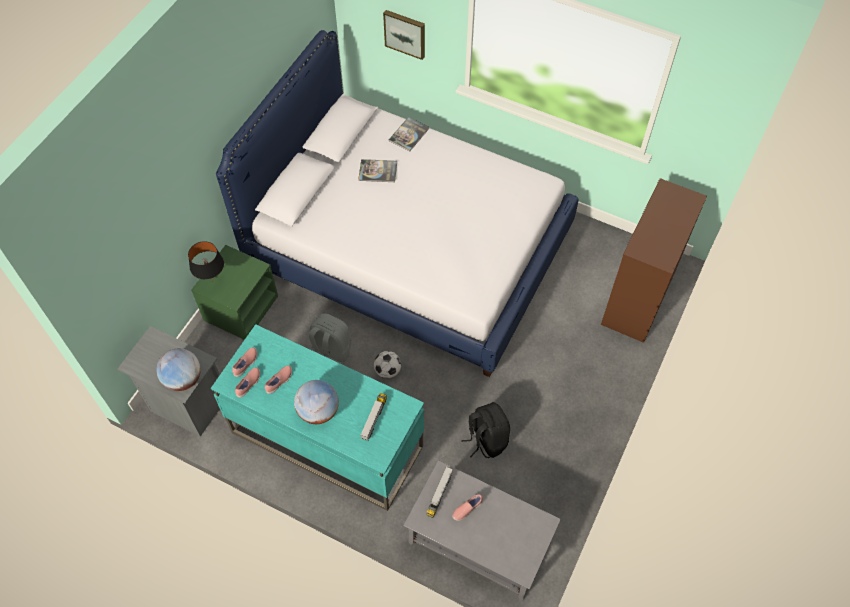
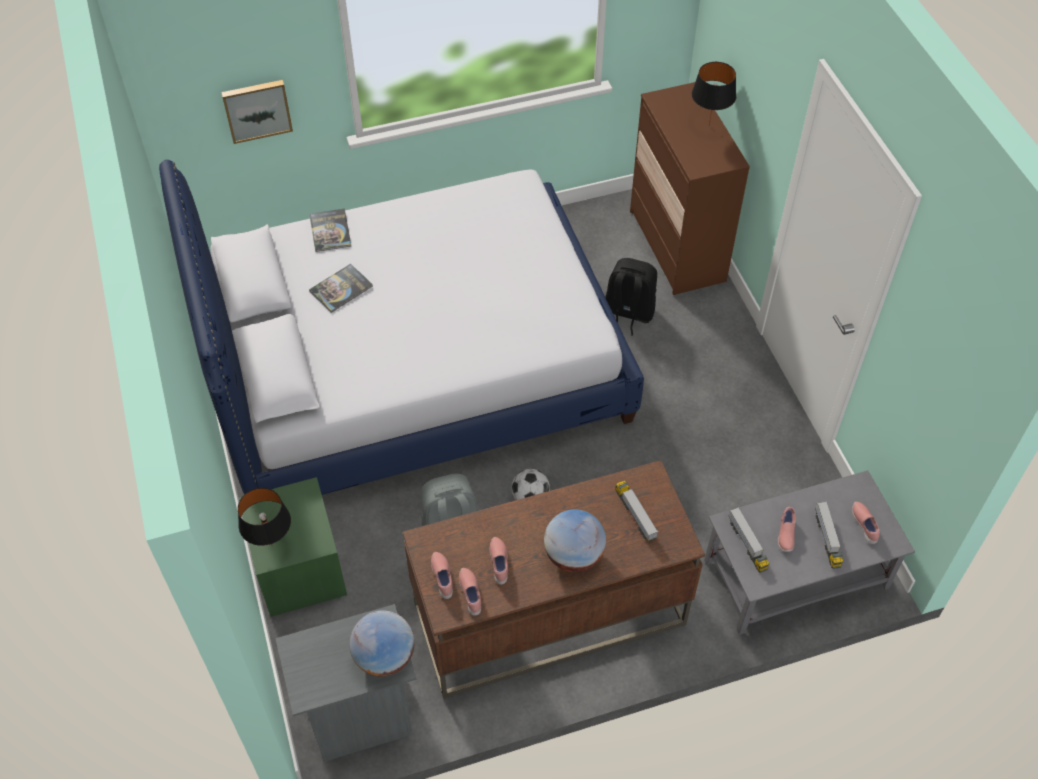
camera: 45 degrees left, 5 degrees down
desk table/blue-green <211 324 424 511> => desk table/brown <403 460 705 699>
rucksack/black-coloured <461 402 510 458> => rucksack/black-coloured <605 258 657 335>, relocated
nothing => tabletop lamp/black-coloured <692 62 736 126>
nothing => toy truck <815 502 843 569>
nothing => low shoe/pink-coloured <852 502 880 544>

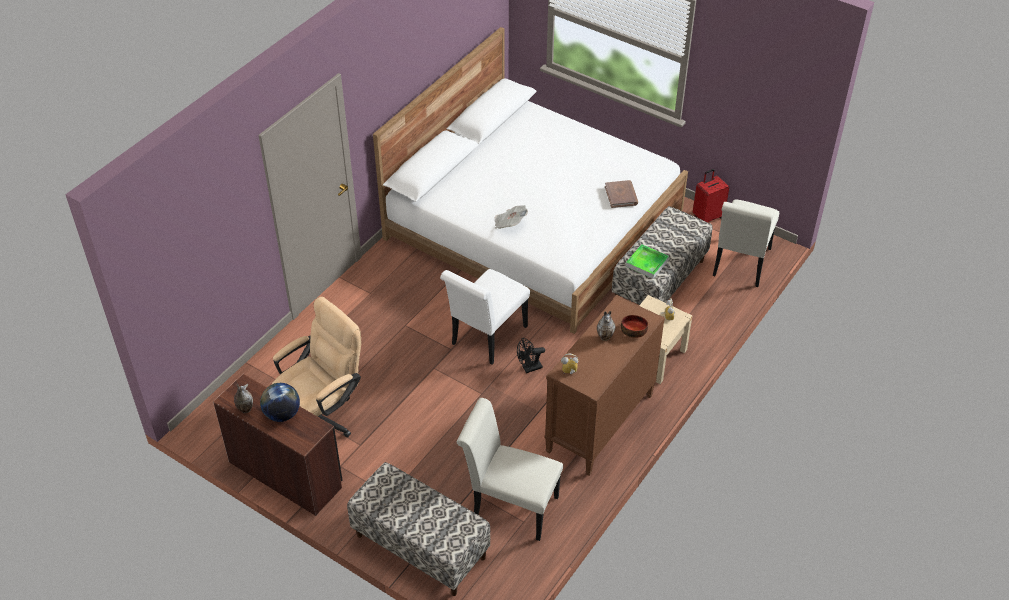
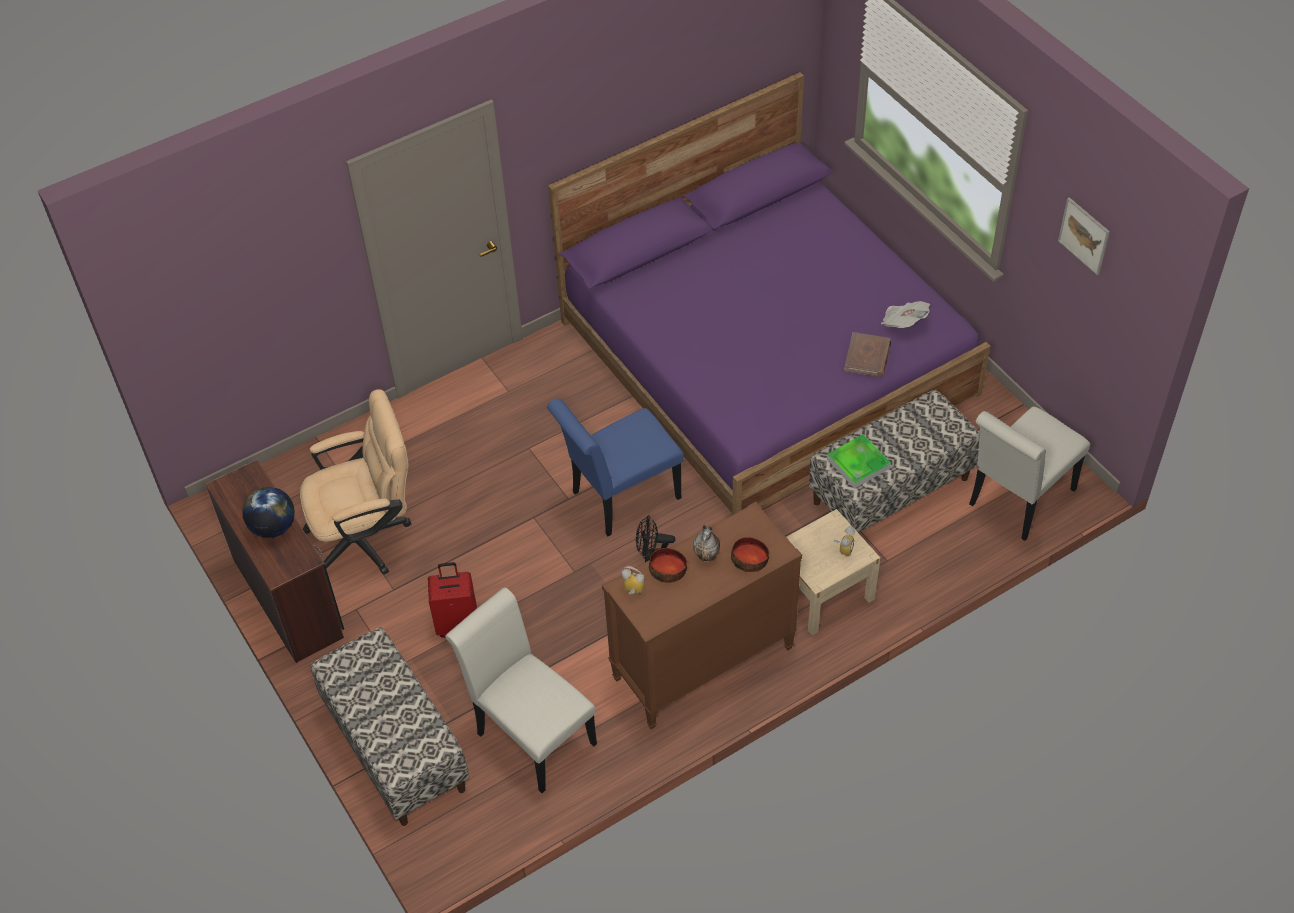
camera: 25 degrees right, 5 degrees up
bed/white-coloured <373 27 688 334> => bed/purple <548 72 991 515>
piece of luggage/red-coloured <693 169 729 222> => piece of luggage/red-coloured <428 562 477 638>, relocated
printed paper <494 205 528 229> => printed paper <881 301 930 328>, relocated
chair/white-coloured <440 269 530 365> => chair/blue-coloured <547 399 684 536>
vase <234 384 253 413> => nothing
nothing => picture <1058 197 1110 275>
nothing => bowl <649 548 687 583>

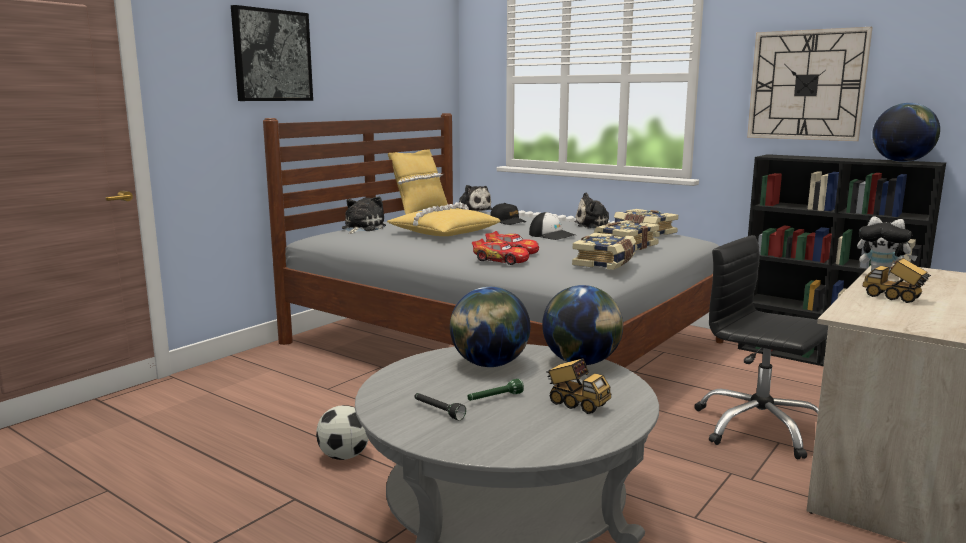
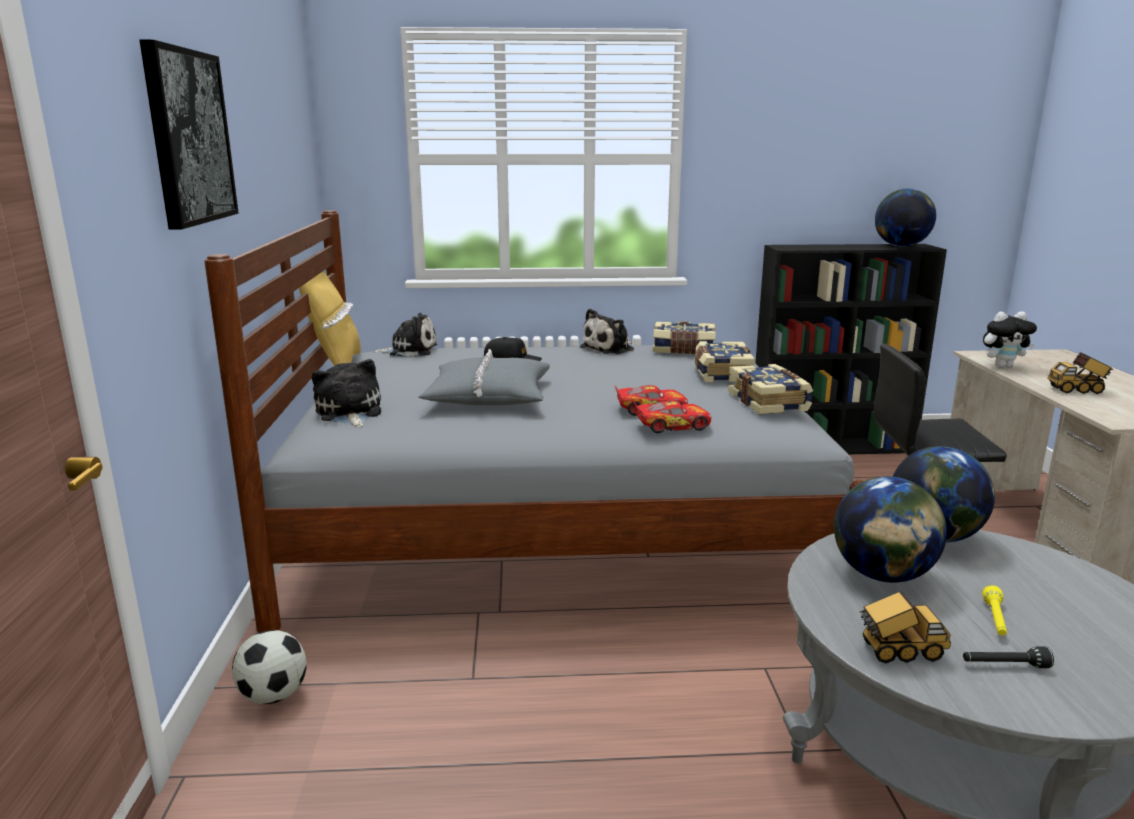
camera: 40 degrees left, 5 degrees up
clock on the wall <747 27 873 141> => nothing
pillow/yellow-coloured <387 202 501 236> => pillow/grey <419 349 550 405>
baseball cap <529 212 575 240> => nothing
toy truck <546 358 611 414> => toy truck <859 591 951 663>, relocated
torch/greenish <468 379 524 401> => torch/yellow-coloured <982 585 1007 636>
ball for football <316 405 369 460> => ball for football <232 630 307 704>, relocated

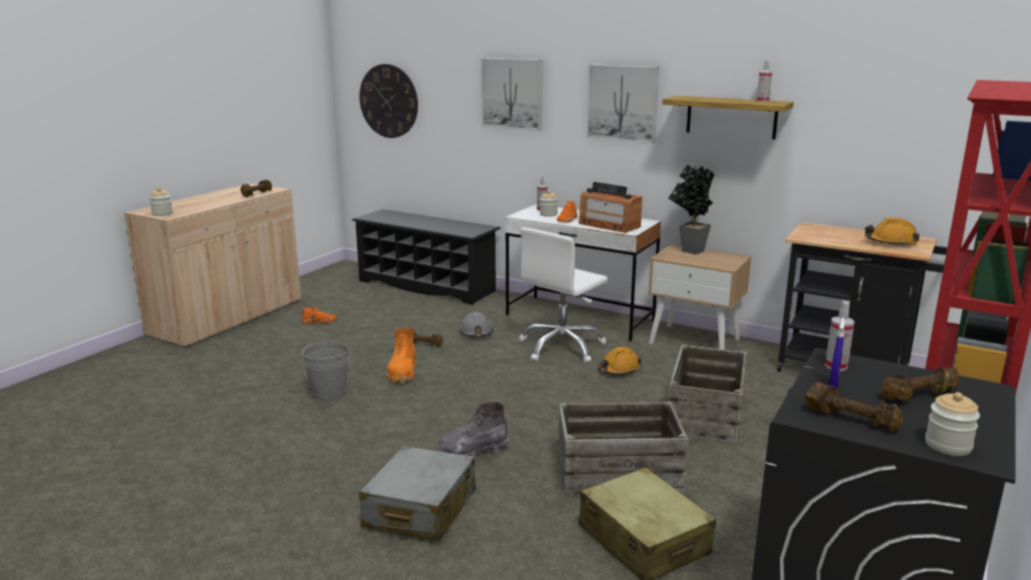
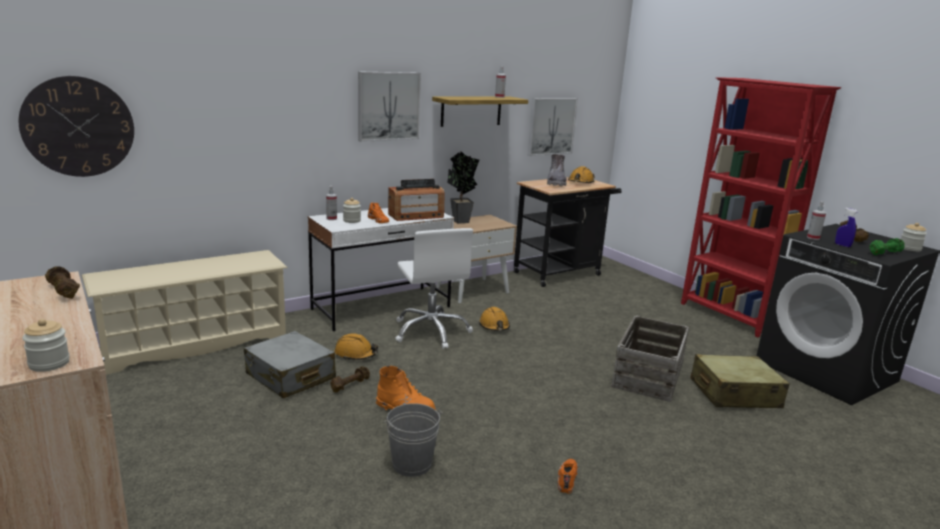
camera: 65 degrees left, 0 degrees up
picture <481 58 543 131> => picture <528 98 578 156>, relocated
shoe shelf/black-coloured <352 209 501 305> => shoe shelf/beige-coloured <82 250 288 375>
low shoe/orange <301 306 336 324> => low shoe/orange <558 459 578 493>, relocated
hard hat/grey <459 312 493 337> => hard hat/orange <335 333 378 360>
shipping crate <668 345 747 444> => nothing
dumbbell/brown <805 382 903 432> => dumbbell/greenish <869 238 905 255>
boot/grey <437 402 509 458> => boot/grey <547 154 567 186>, relocated
piece of luggage/grey <359 446 475 542> => piece of luggage/grey <244 331 336 399>, relocated

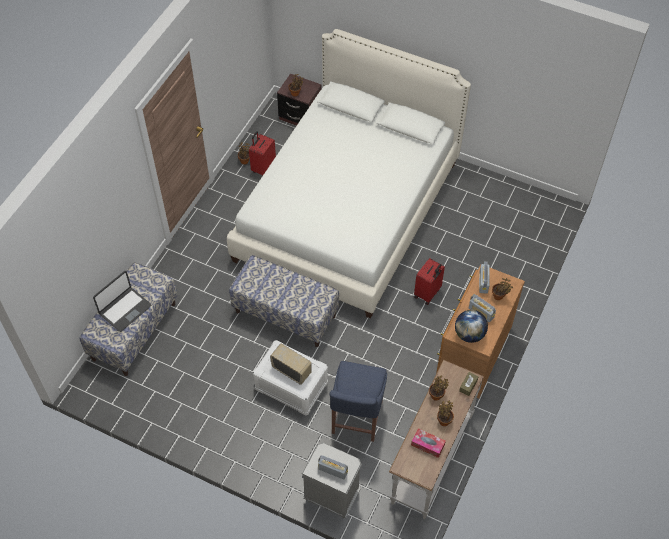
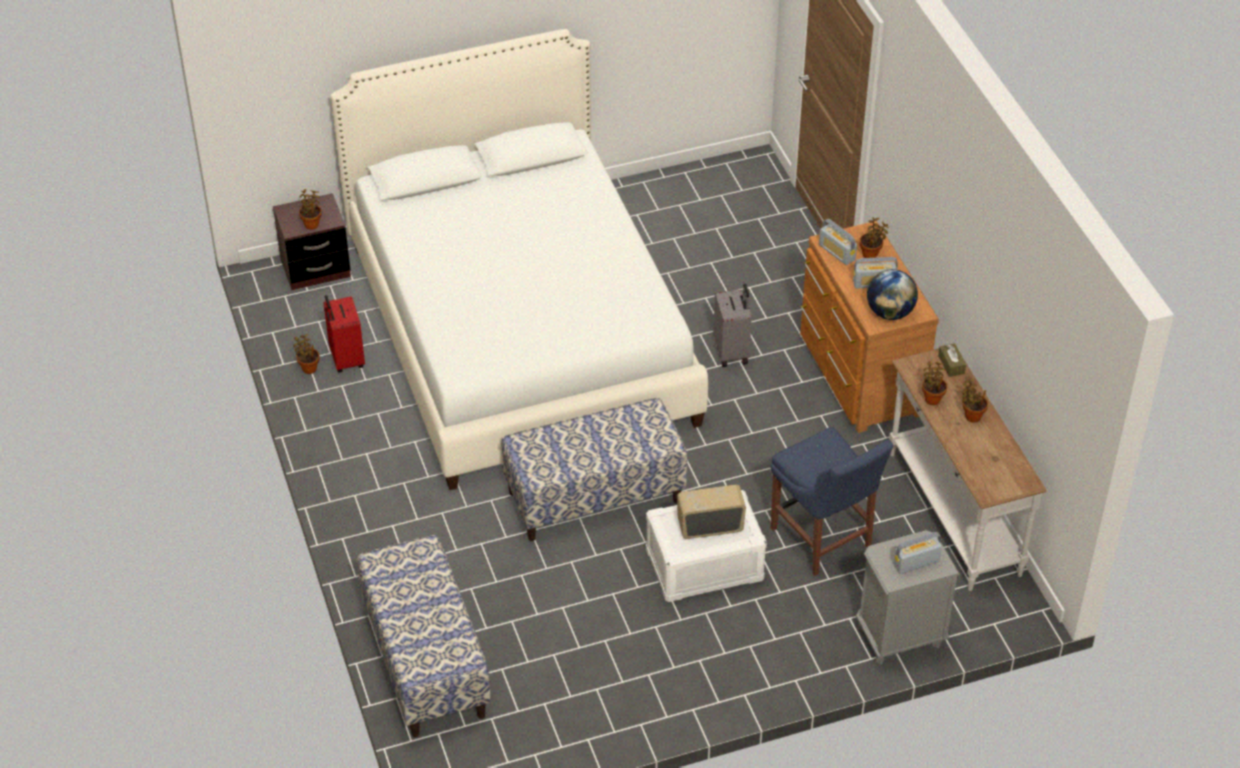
camera: 45 degrees left, 10 degrees down
piece of luggage/red-coloured <414 258 445 305> => piece of luggage/grey <713 284 752 367>
laptop <93 271 151 332> => nothing
tissue box <411 428 446 458> => nothing

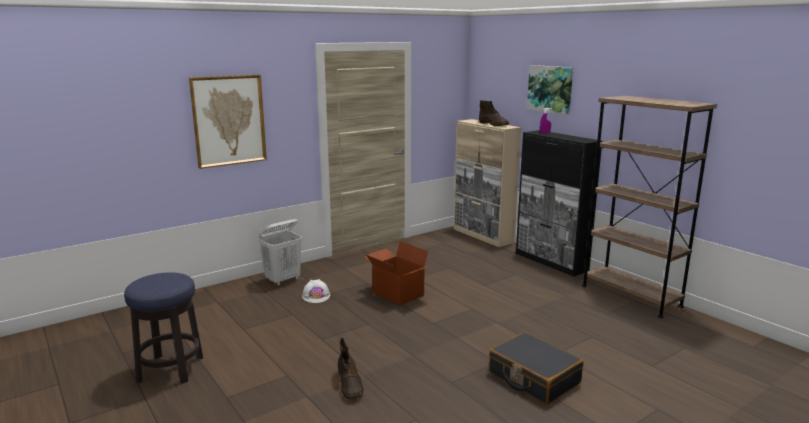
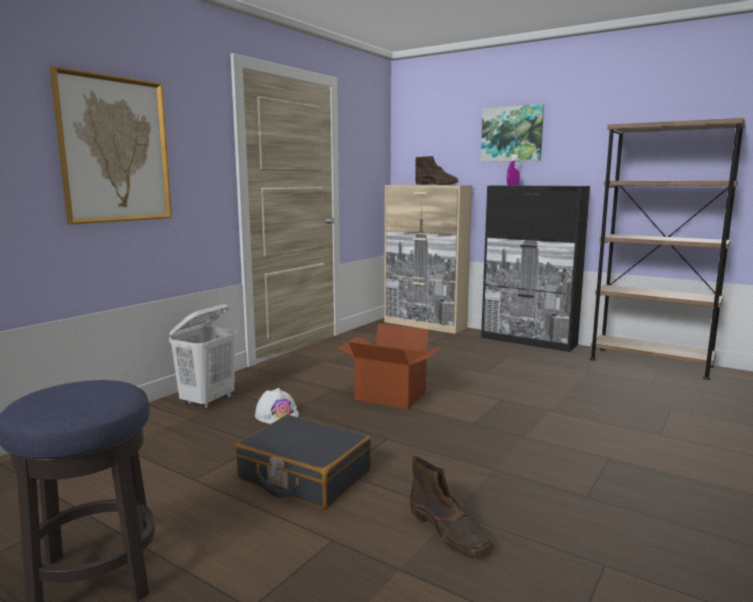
camera: 20 degrees left, 5 degrees down
piece of luggage/black-coloured <489 332 583 405> => piece of luggage/black-coloured <235 415 371 509>, relocated

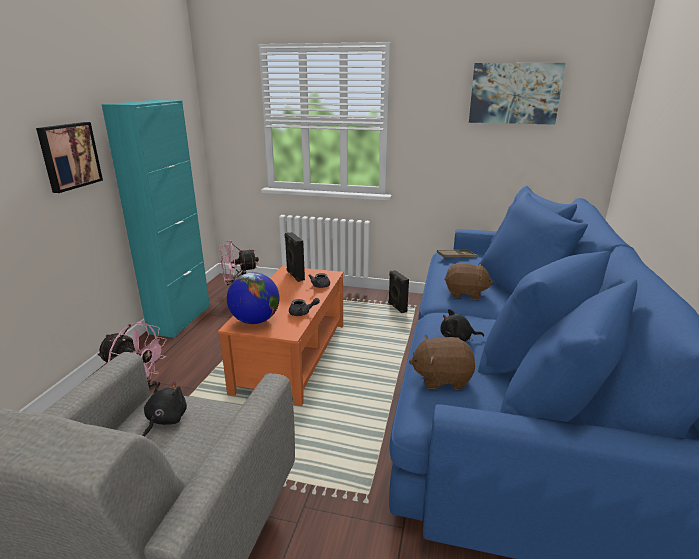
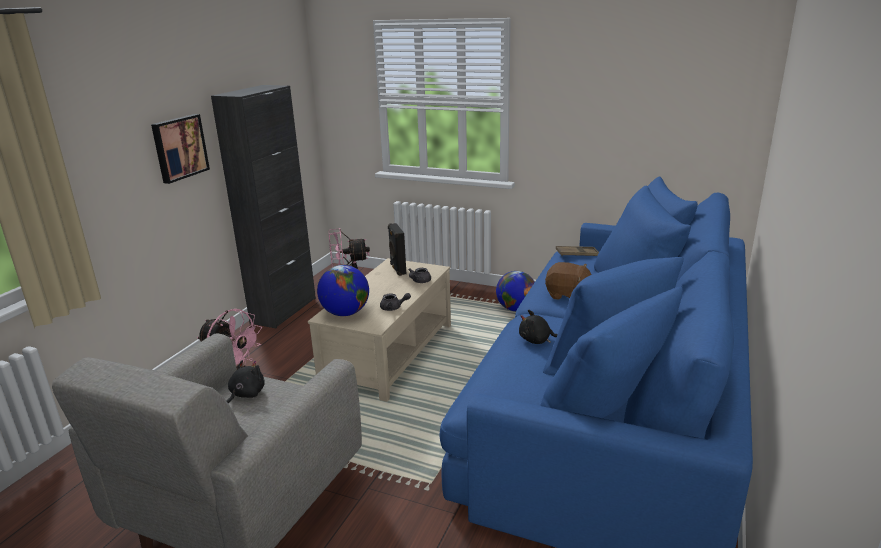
camera: 10 degrees right, 0 degrees up
picture <469 63 565 125> => nothing
storage cabinet/blue-green <102 100 210 338> => storage cabinet/black-coloured <211 85 316 328>
low table/orange <218 266 343 406> => low table/beige-coloured <308 258 451 402>
audio speaker/black-coloured <388 270 409 313> => globe <496 271 535 311>
cuddly toy/brown <409 335 475 390> => nothing

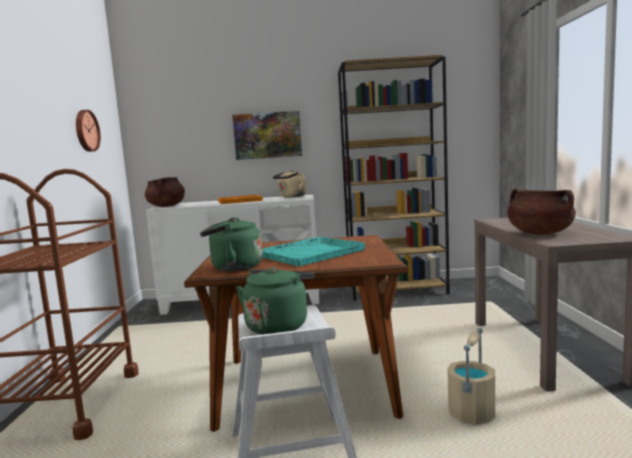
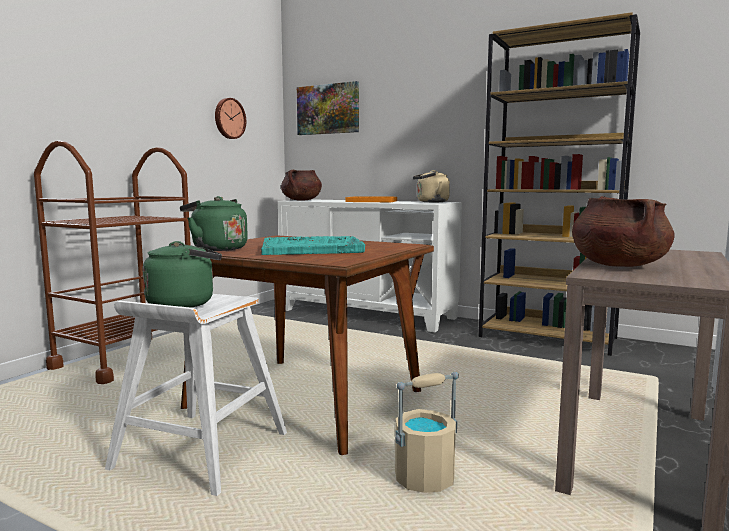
camera: 30 degrees right, 0 degrees up
picture <232 111 302 160> => picture <297 81 359 135>, relocated

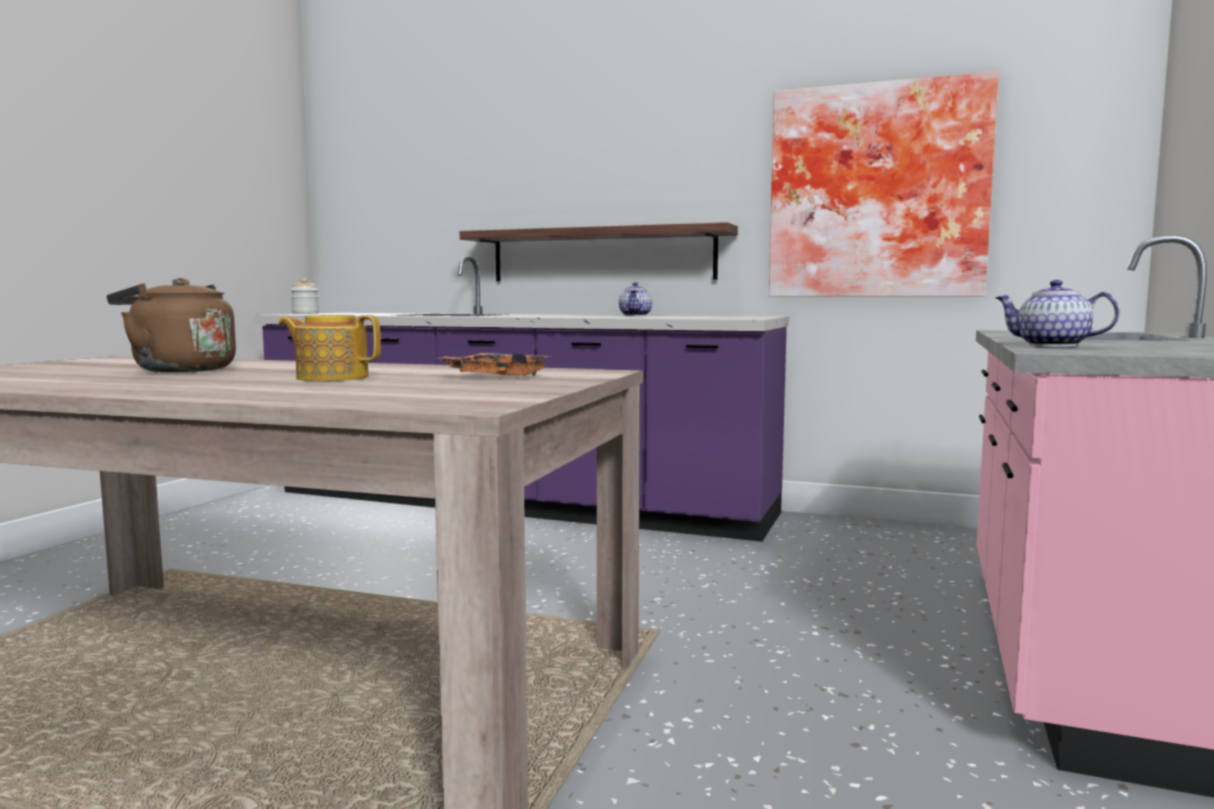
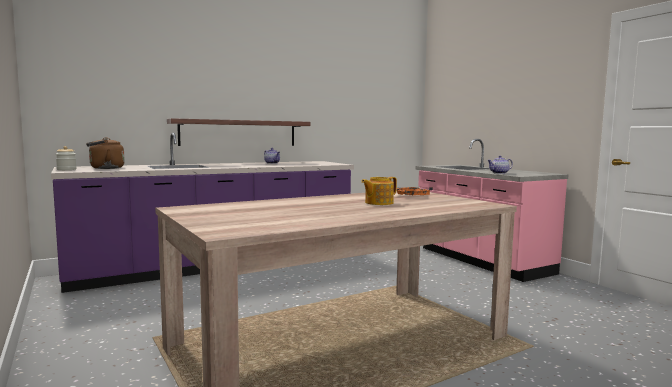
camera: 50 degrees left, 0 degrees up
picture <769 72 999 297> => nothing
tea kettle/brown <107 278 236 372> => tea kettle/brown <86 137 125 169>, relocated

